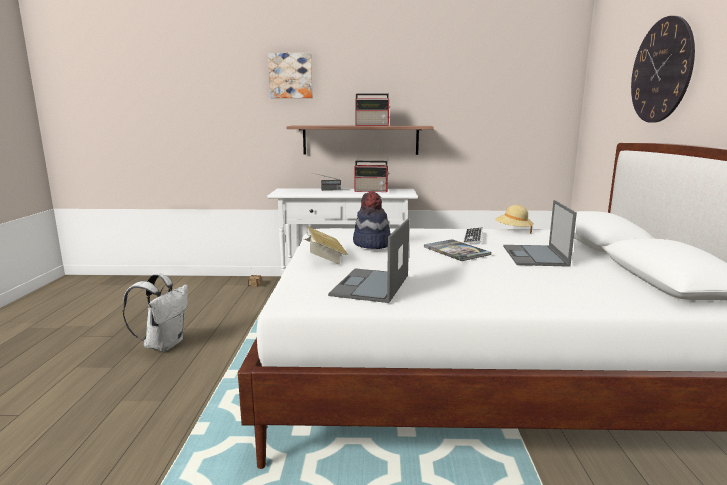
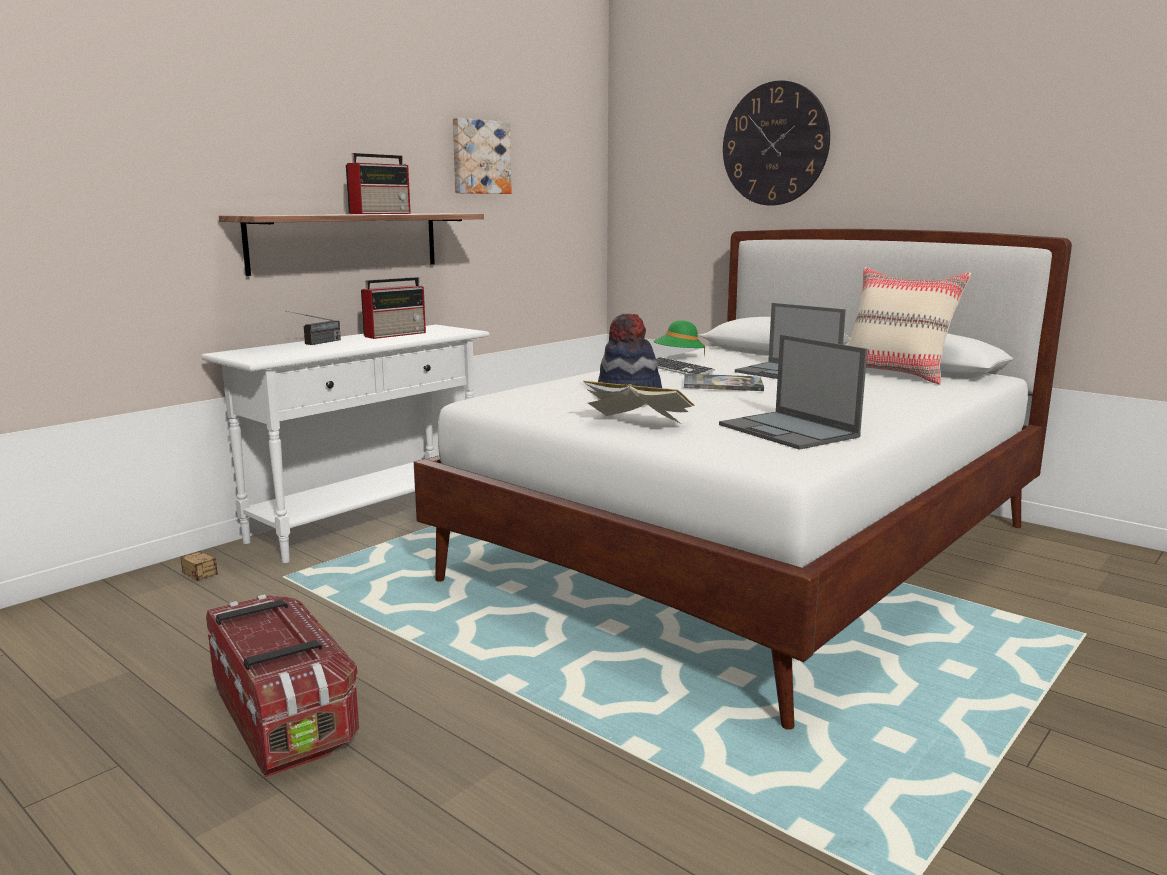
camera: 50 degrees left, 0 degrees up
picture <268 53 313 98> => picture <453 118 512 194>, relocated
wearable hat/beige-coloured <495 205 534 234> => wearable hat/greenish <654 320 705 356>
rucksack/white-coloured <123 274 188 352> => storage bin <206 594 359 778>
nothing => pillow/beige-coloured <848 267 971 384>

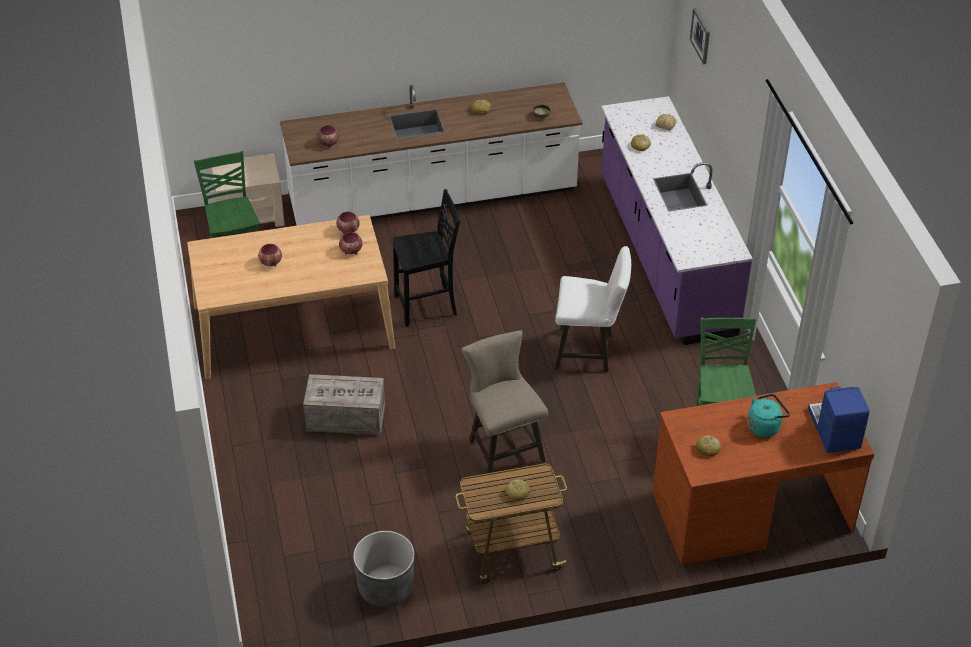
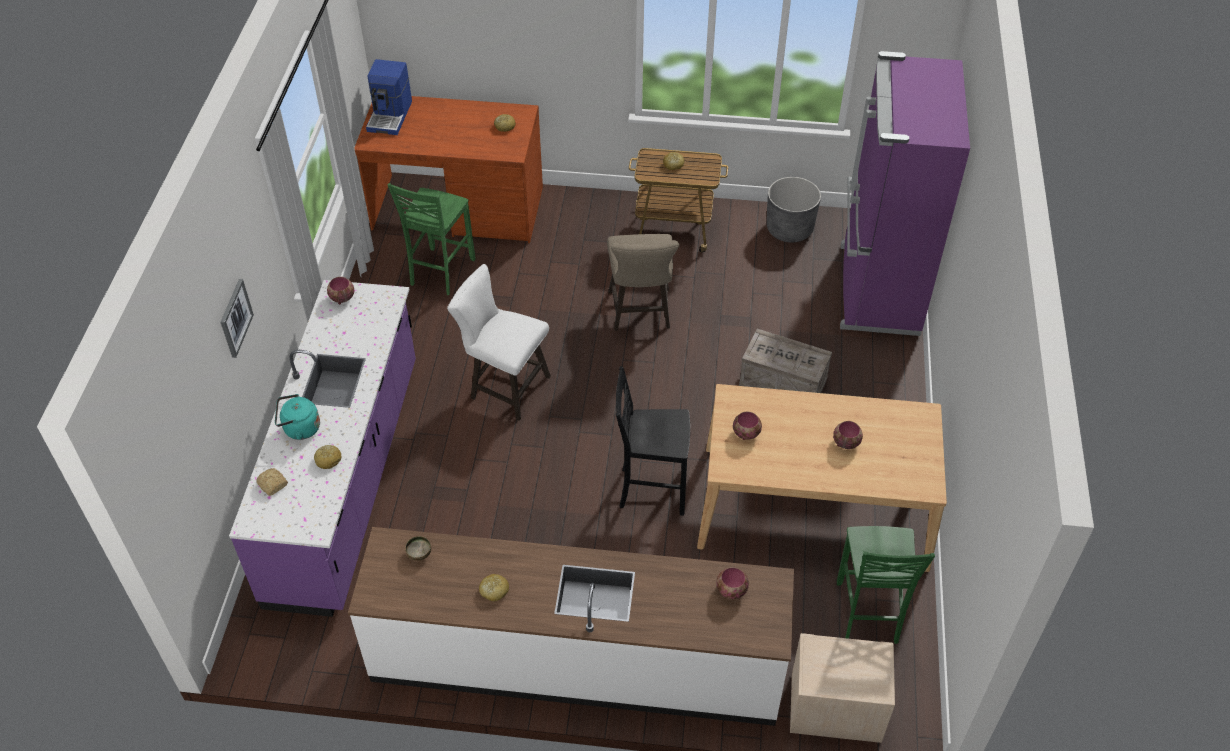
camera: 160 degrees left, 5 degrees up
picture <690 8 710 64> => picture <220 279 254 358>, relocated
bowl <336 212 360 234> => bowl <327 277 355 305>, relocated
tea kettle/blue-green <747 394 790 437> => tea kettle/blue-green <275 394 320 440>, relocated
nothing => refrigerator/purple <840 51 970 336>

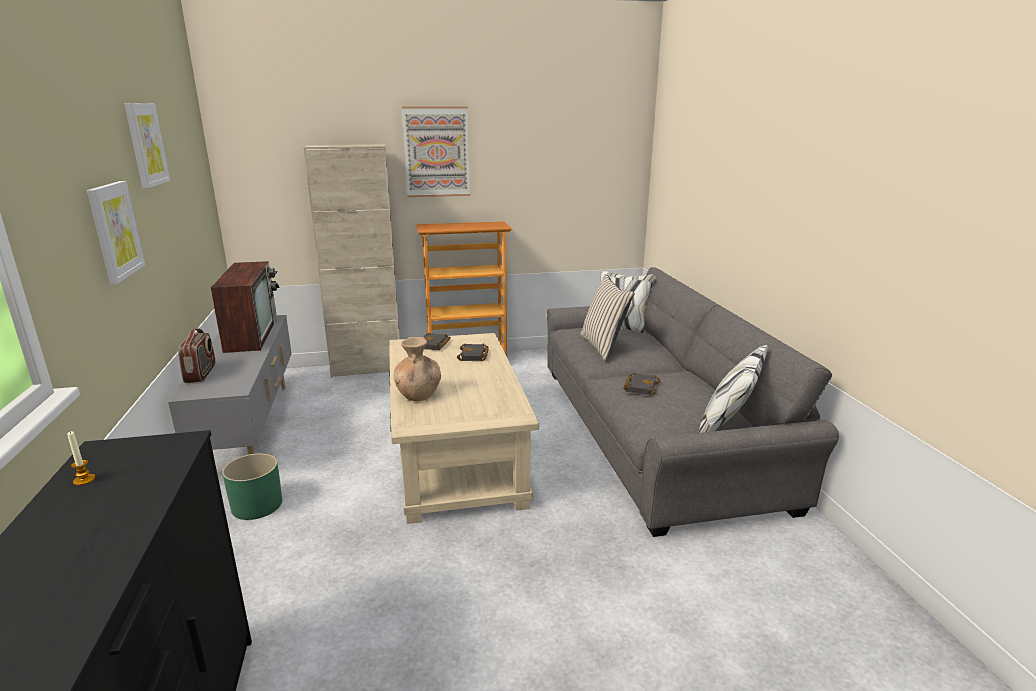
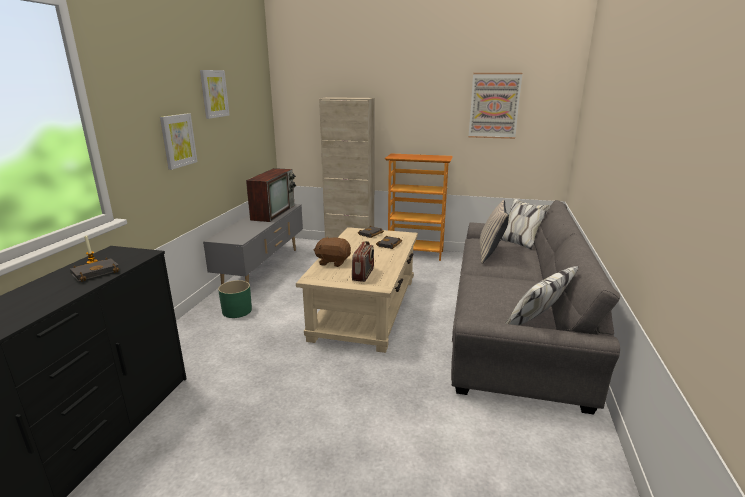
camera: 25 degrees right, 0 degrees up
picture <402 107 470 197> => picture <468 73 523 139>, relocated
radio <178 328 215 383> => radio <352 241 374 282>, relocated
vase/brown <394 337 441 401> => cuddly toy/brown <314 237 351 267>
bound book/black-coloured <624 373 660 396> => bound book/black-coloured <70 258 120 282>, relocated

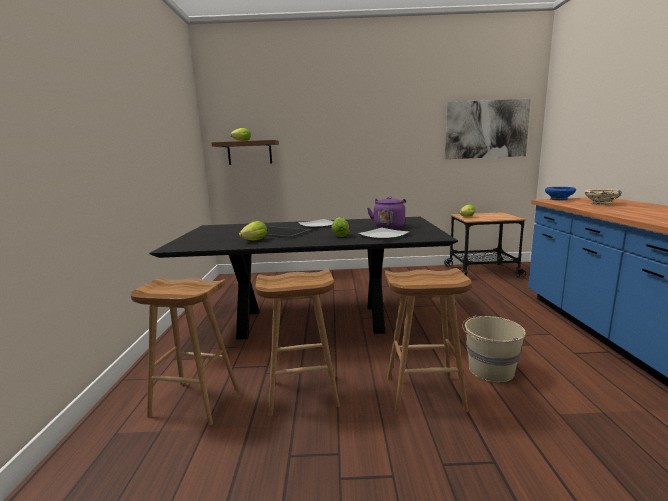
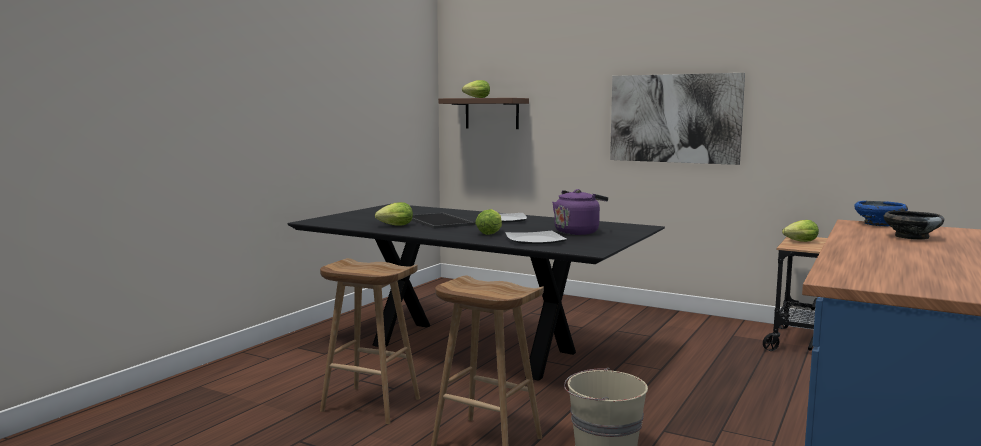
camera: 30 degrees right, 5 degrees down
picture <445 99 531 159> => picture <610 73 745 165>, relocated
bowl/beige-coloured <585 189 622 205> => bowl/black-coloured <884 211 944 240>
stool seat/brown <130 277 238 426> => nothing

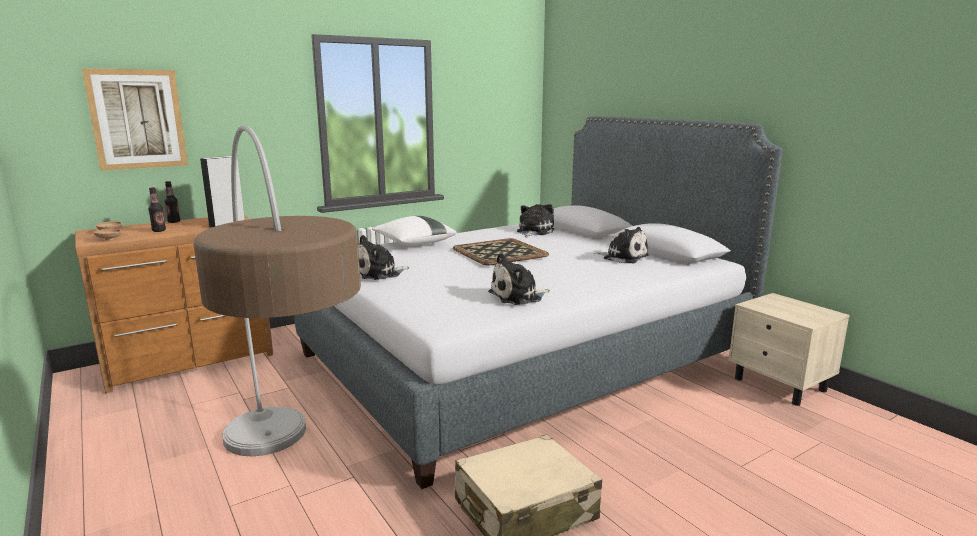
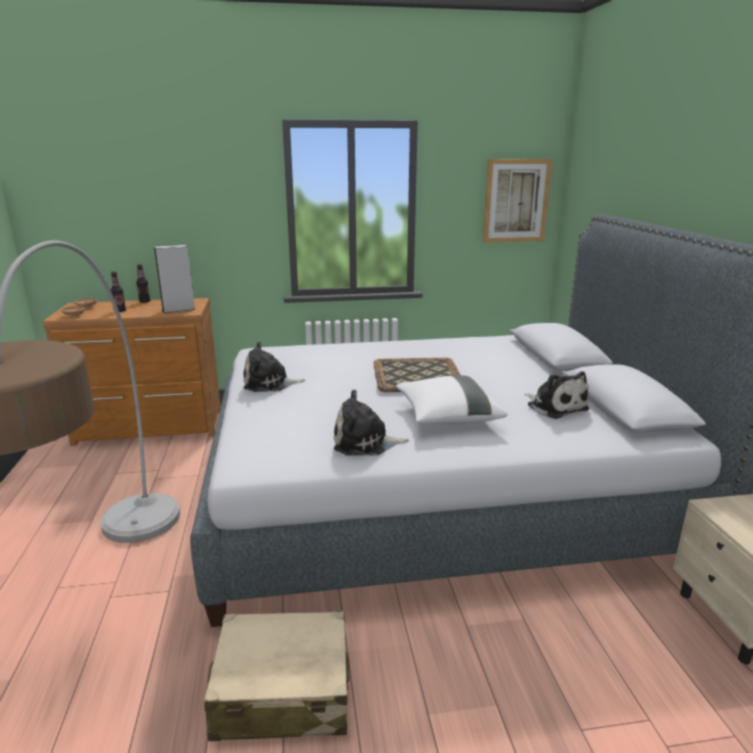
camera: 25 degrees right, 5 degrees up
picture <82 68 188 171> => picture <483 159 553 243>, relocated
cuddly toy <517 204 554 238> => nothing
pillow/white-coloured <372 216 457 245> => pillow/white-coloured <396 375 508 424>, relocated

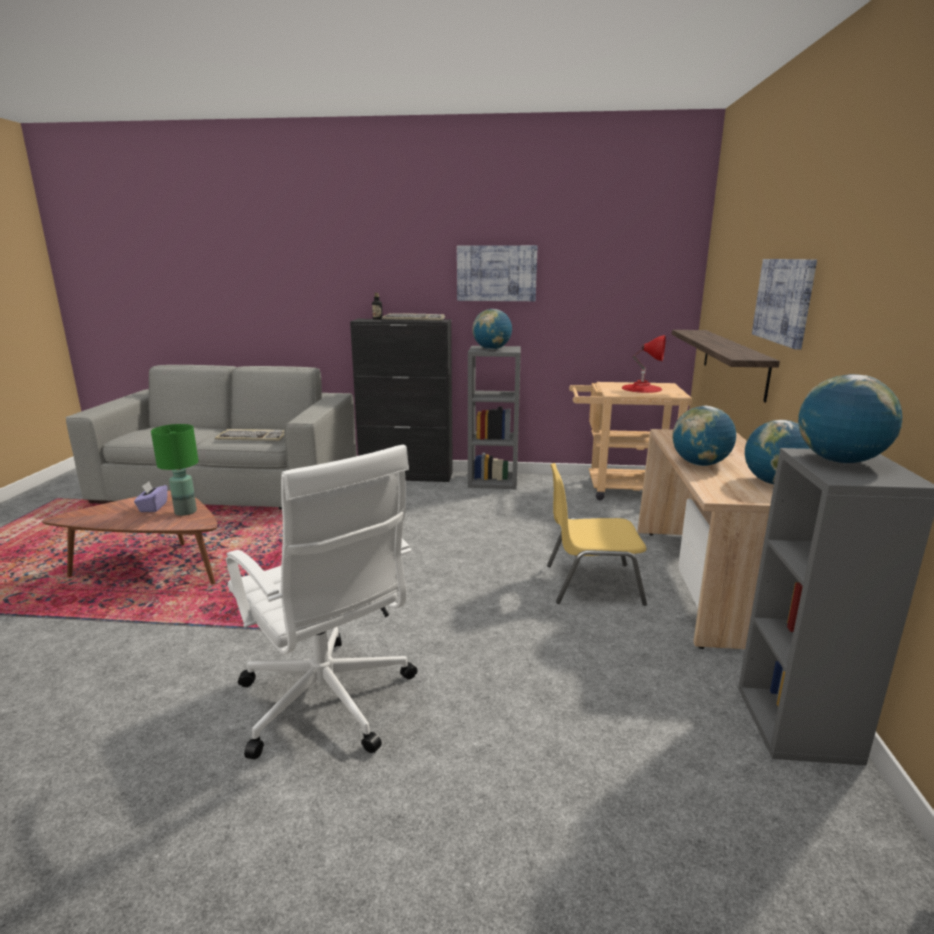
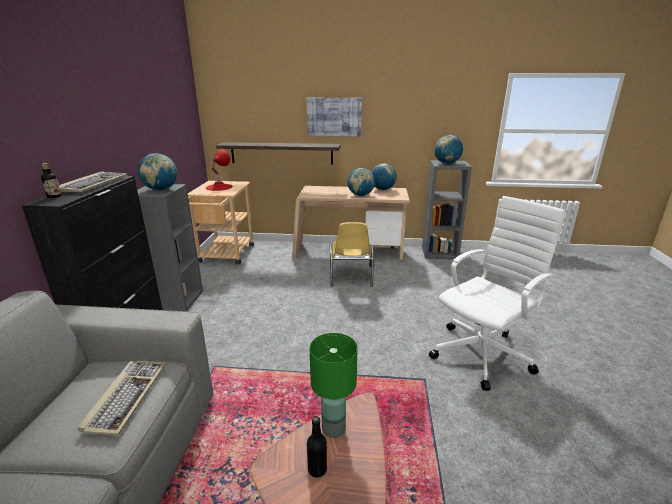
camera: 90 degrees left, 5 degrees up
picture <457 245 538 301> => nothing
tissue box/purple <134 481 168 512> => bottle/black-coloured <307 416 327 477>

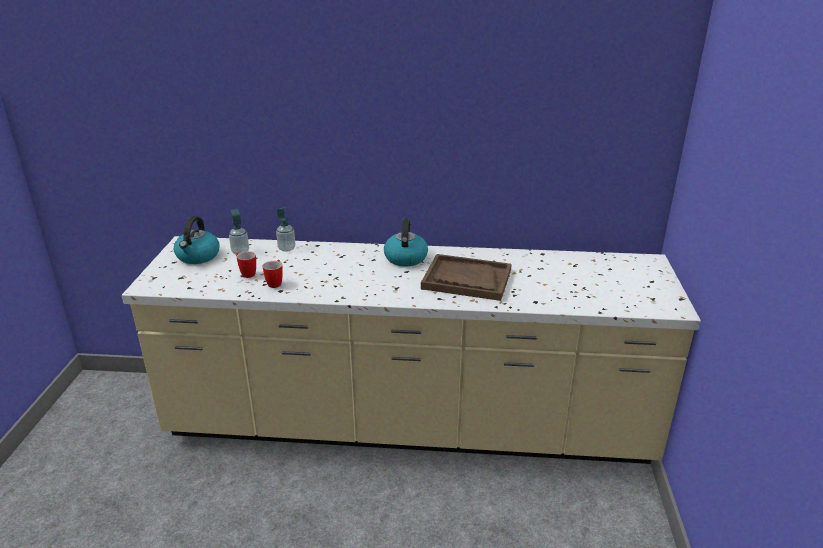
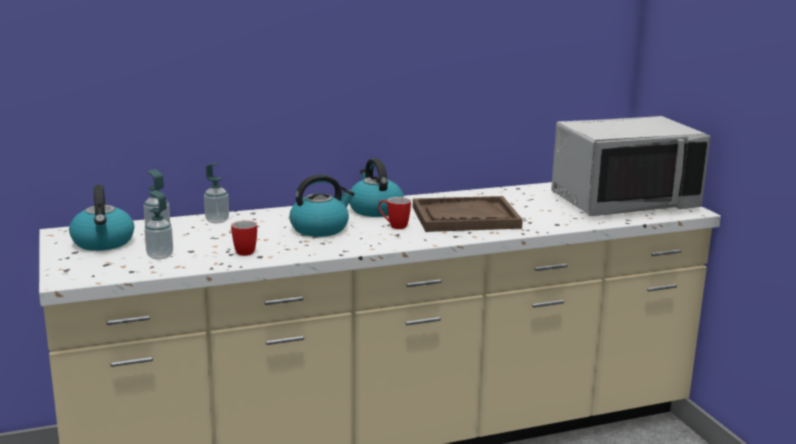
camera: 25 degrees left, 10 degrees down
coffee mug <236 251 256 278> => coffee mug <378 197 411 229>, relocated
nothing => kitchen microwave/grey <551 116 710 216>
nothing => tea kettle <290 174 355 237>
nothing => soap bottle <144 190 173 260>

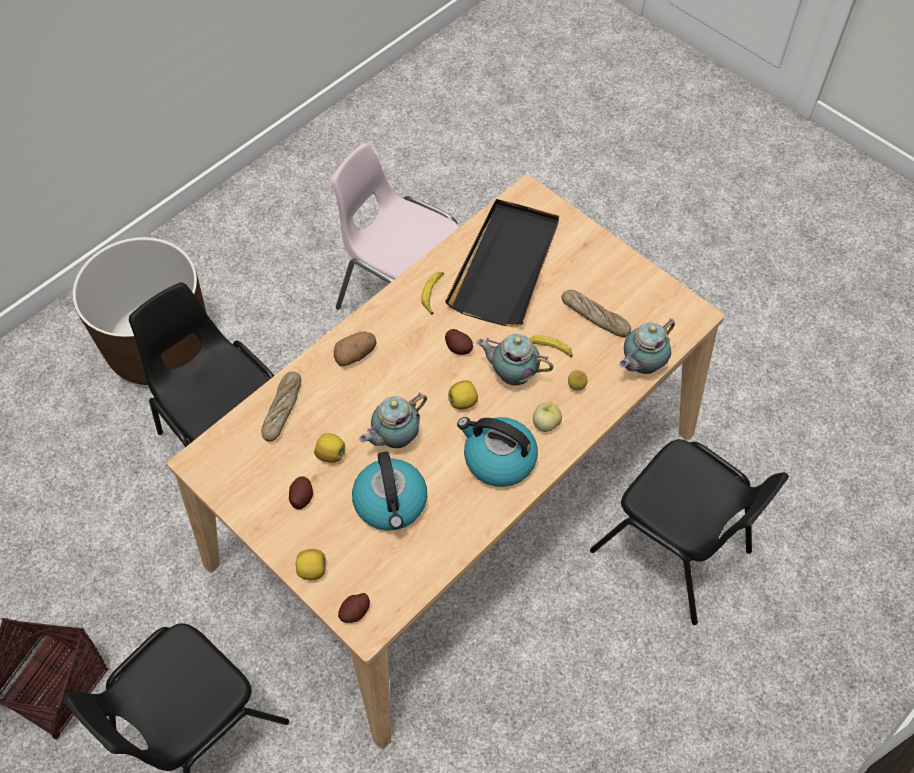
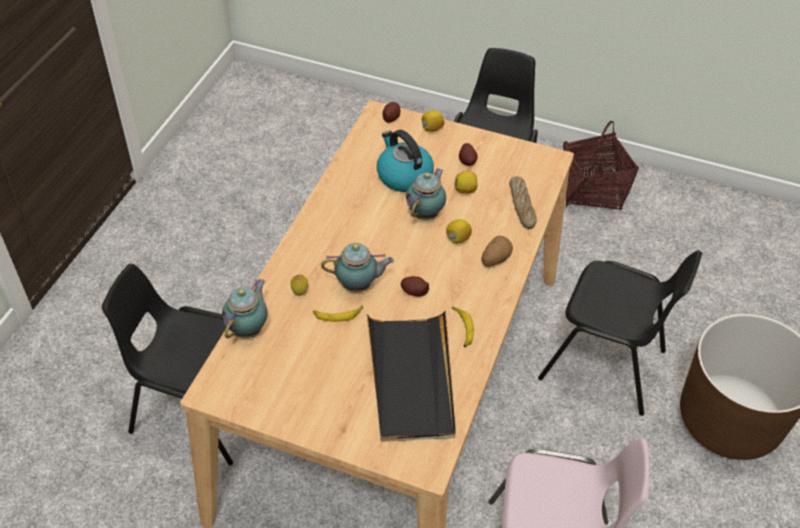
camera: 155 degrees right, 10 degrees down
baked bread <562 290 631 337> => nothing
lemon <448 380 478 410> => lemon <446 219 472 244>, relocated
whole apple <533 402 562 432> => nothing
tea kettle <457 417 538 487> => nothing

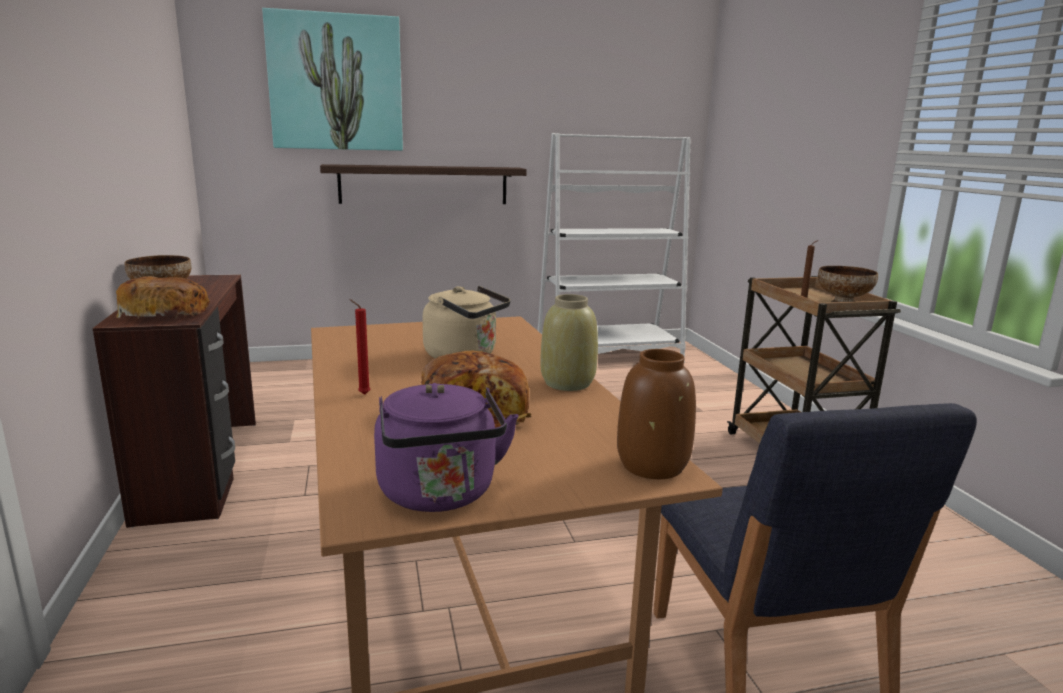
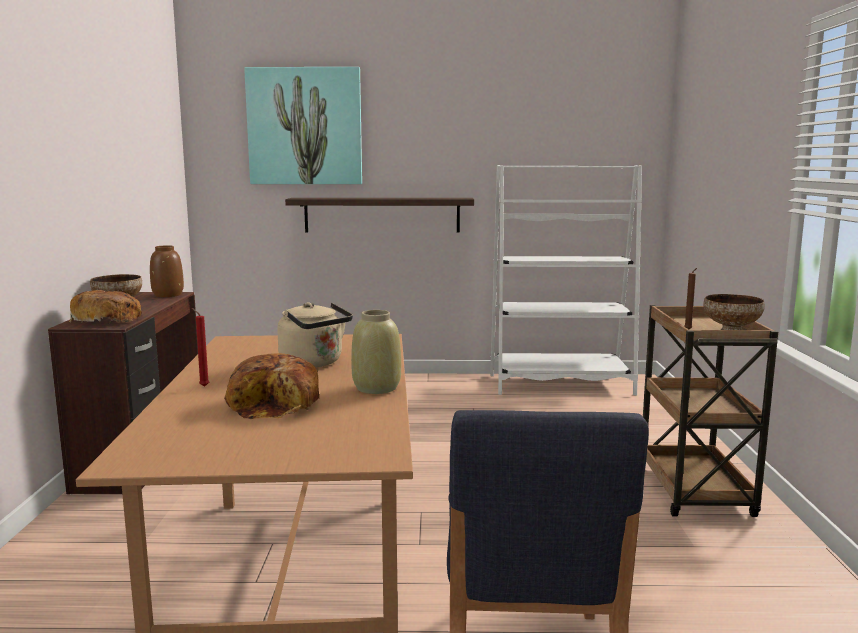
camera: 15 degrees right, 5 degrees down
vase/brown <617 349 696 479> => vase/brown <150 245 184 297>, relocated
tea kettle/purple <374 383 519 512> => nothing

